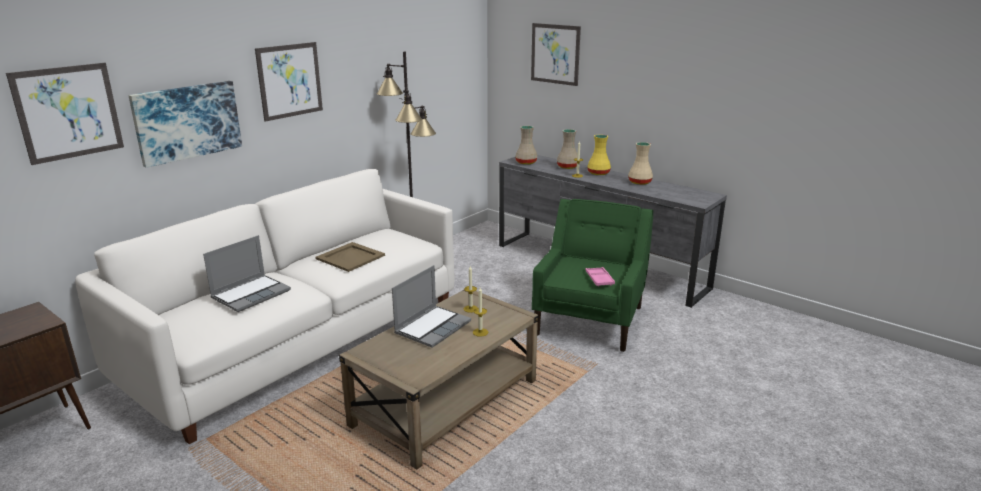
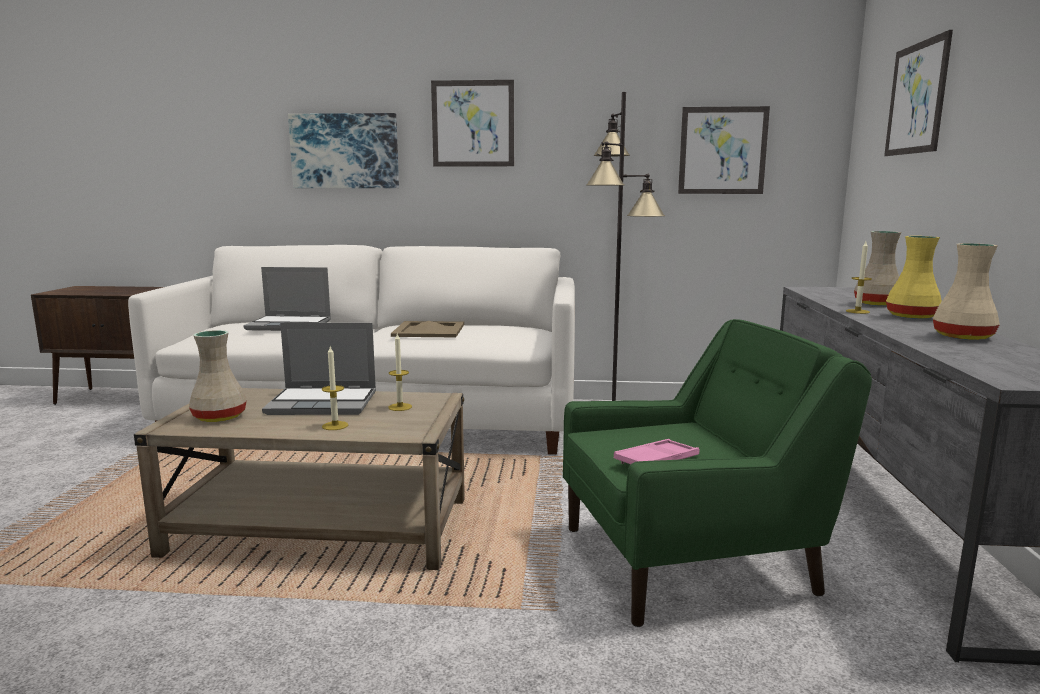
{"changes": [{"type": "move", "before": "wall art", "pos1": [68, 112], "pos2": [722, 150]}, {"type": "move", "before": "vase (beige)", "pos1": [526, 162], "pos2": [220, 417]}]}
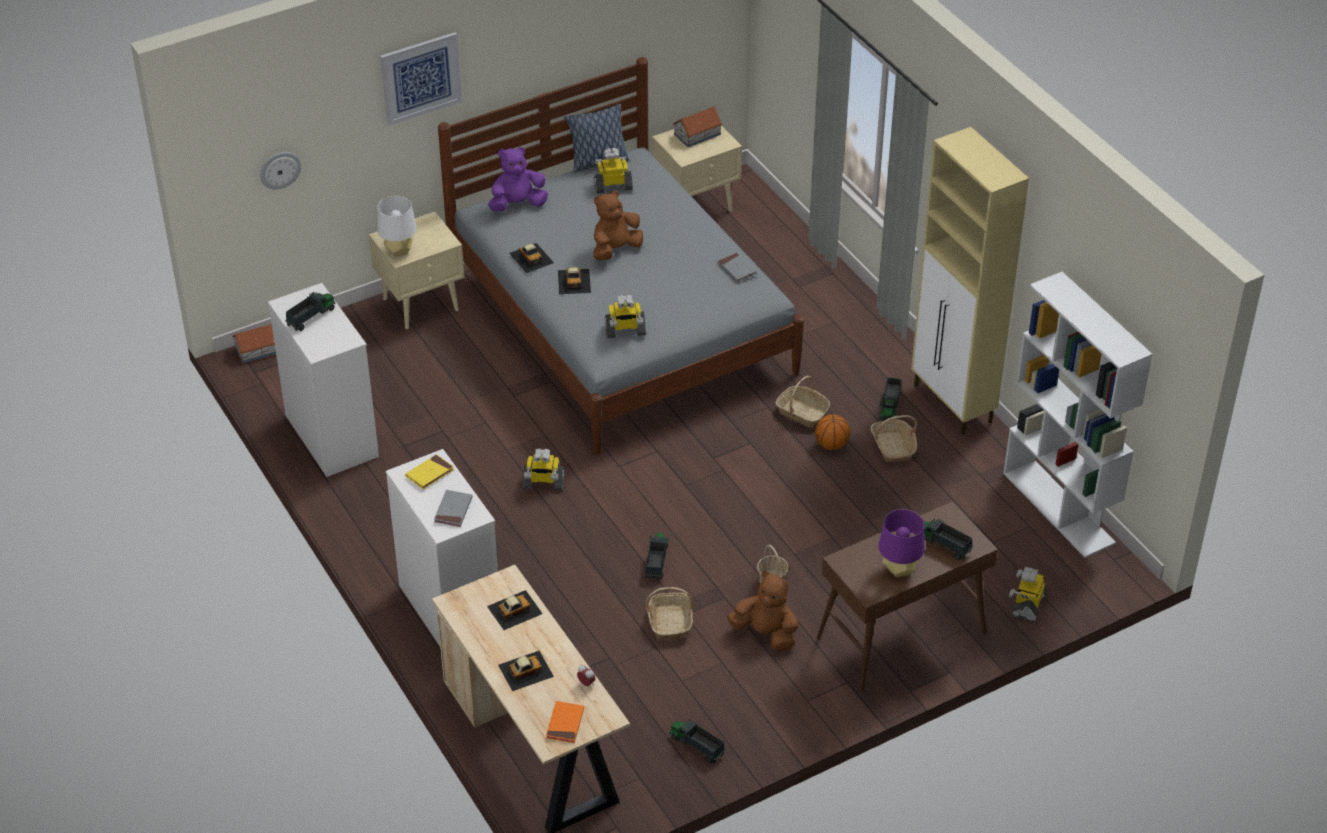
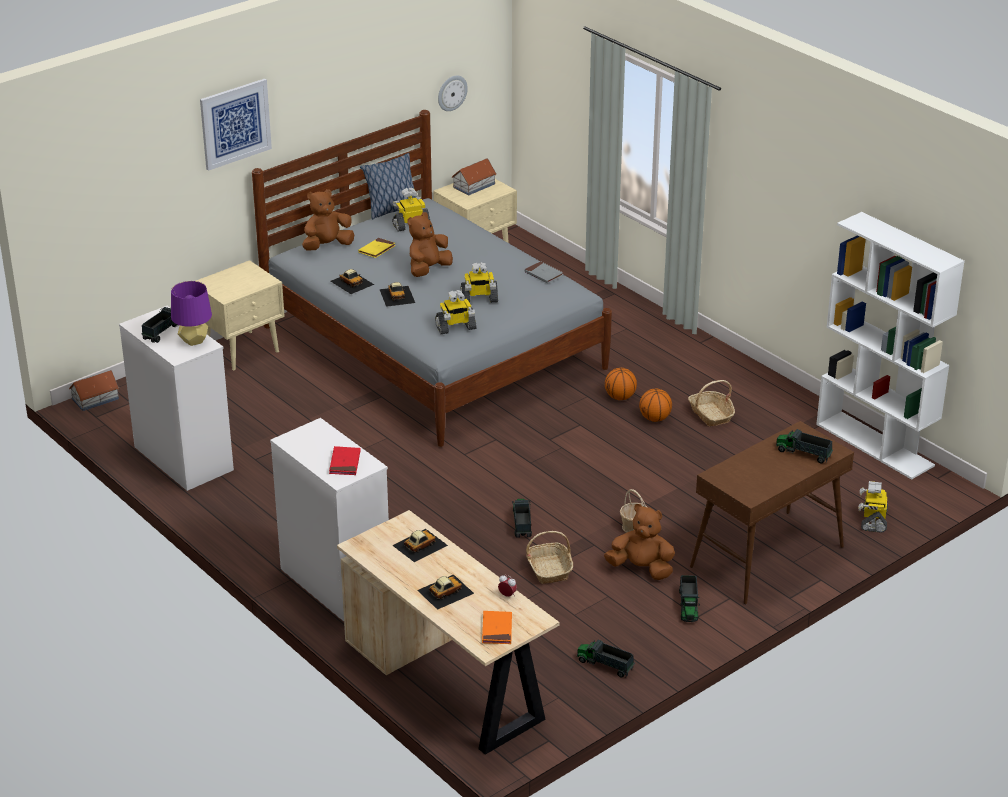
{"changes": [{"type": "delete", "before": "table lamp (whitish)", "pos1": [399, 250]}, {"type": "delete", "before": "cupboard (beige)", "pos1": [953, 404]}, {"type": "move", "before": "hanging clock", "pos1": [280, 169], "pos2": [451, 93]}, {"type": "move", "before": "book (yellowish)", "pos1": [429, 473], "pos2": [377, 249]}, {"type": "move", "before": "toy robot", "pos1": [543, 483], "pos2": [479, 299]}, {"type": "move", "before": "toy truck", "pos1": [890, 406], "pos2": [688, 606]}, {"type": "move", "before": "table lamp (purplish)", "pos1": [899, 570], "pos2": [193, 341]}, {"type": "replace", "before": "household basket", "after": "basketball", "pos1": [802, 412], "pos2": [620, 397]}, {"type": "recolor", "before": "book (greyish)", "after": "book (red-coloured)", "pos1": [453, 510], "pos2": [345, 463]}, {"type": "recolor", "before": "plush toy (purplish)", "after": "plush toy (brownish)", "pos1": [517, 204], "pos2": [327, 246]}]}
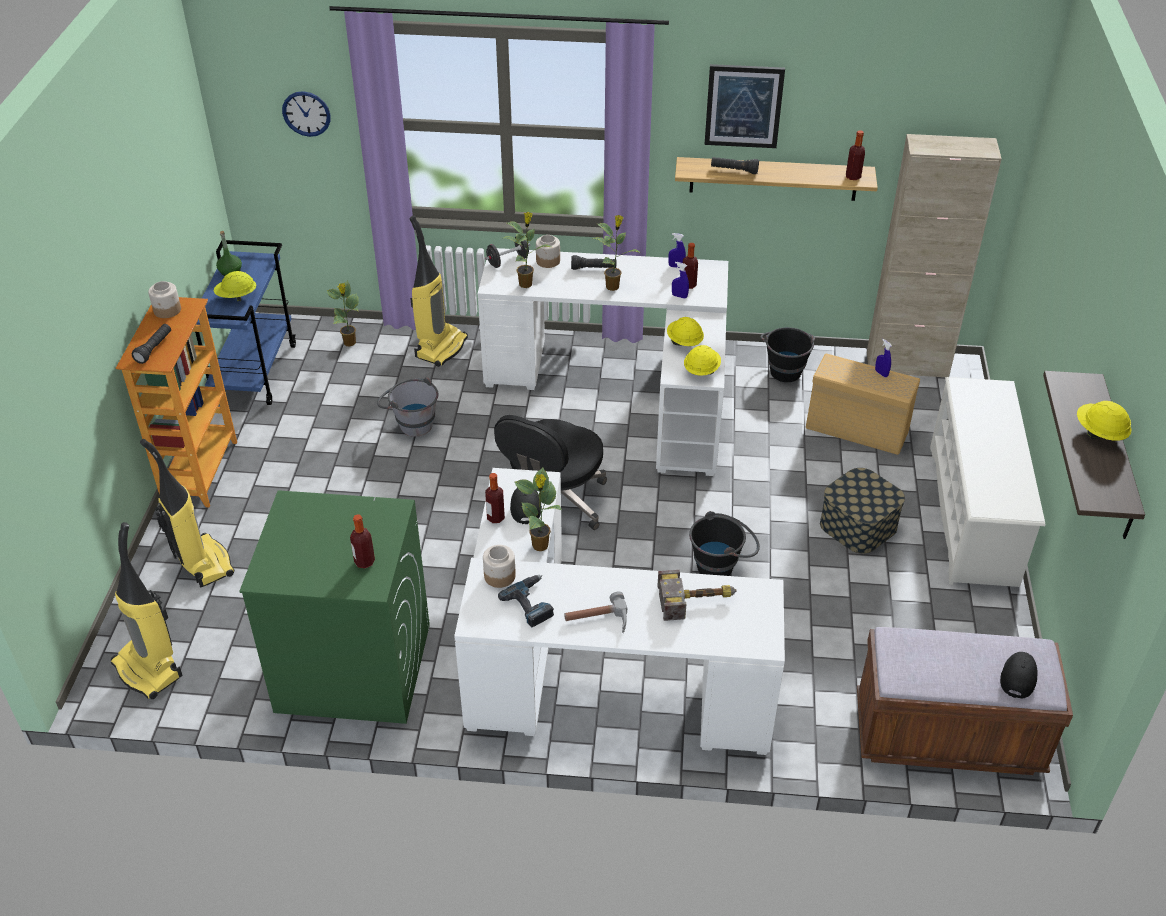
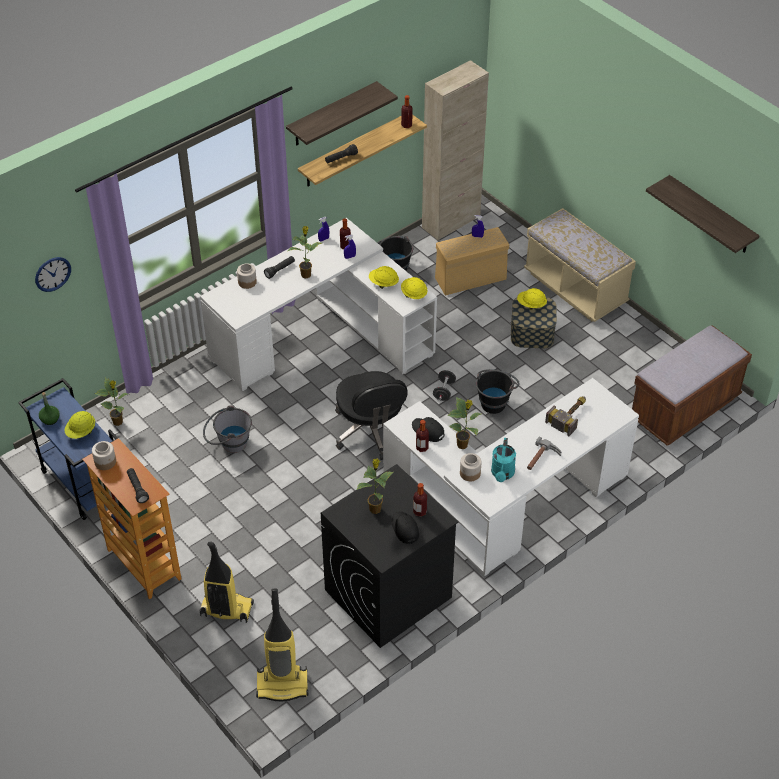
{"changes": [{"type": "delete", "before": "vacuum cleaner", "pos1": [440, 347]}, {"type": "move", "before": "free weight (black)", "pos1": [508, 261], "pos2": [444, 391]}, {"type": "move", "before": "houseplant", "pos1": [526, 283], "pos2": [375, 508]}, {"type": "move", "before": "peaked cap (black)", "pos1": [1018, 677], "pos2": [405, 529]}, {"type": "move", "before": "hard hat (yellowish)", "pos1": [1099, 433], "pos2": [531, 305]}, {"type": "replace", "before": "power drill", "after": "watering can (turquoise)", "pos1": [532, 603], "pos2": [502, 474]}, {"type": "replace", "before": "wall art", "after": "bracket shelf", "pos1": [743, 106], "pos2": [332, 115]}, {"type": "replace", "before": "shoe shelf (whitish)", "after": "indoor bench (beige)", "pos1": [973, 514], "pos2": [575, 288]}, {"type": "recolor", "before": "laundry appliance (greenish)", "after": "laundry appliance (black)", "pos1": [352, 667], "pos2": [387, 594]}]}
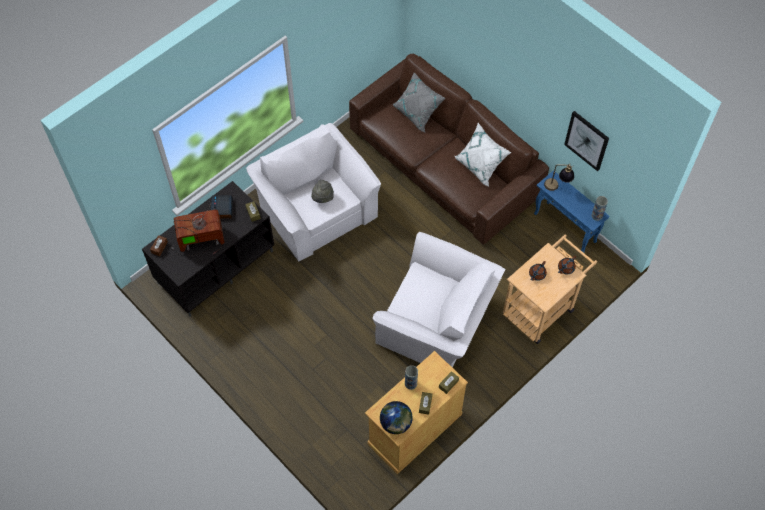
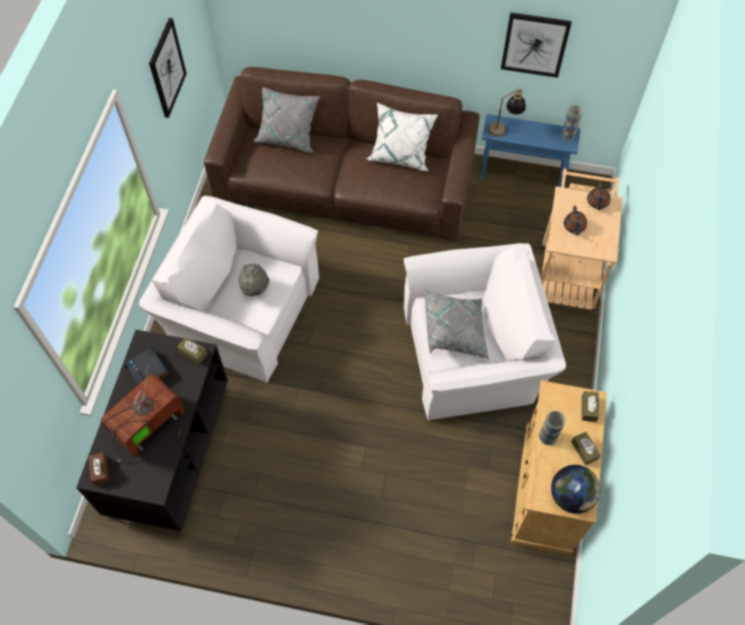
{"changes": [{"type": "insert", "after": "wall art", "pos2": [167, 68]}, {"type": "insert", "after": "throw pillow (greyish)", "pos2": [455, 332]}]}
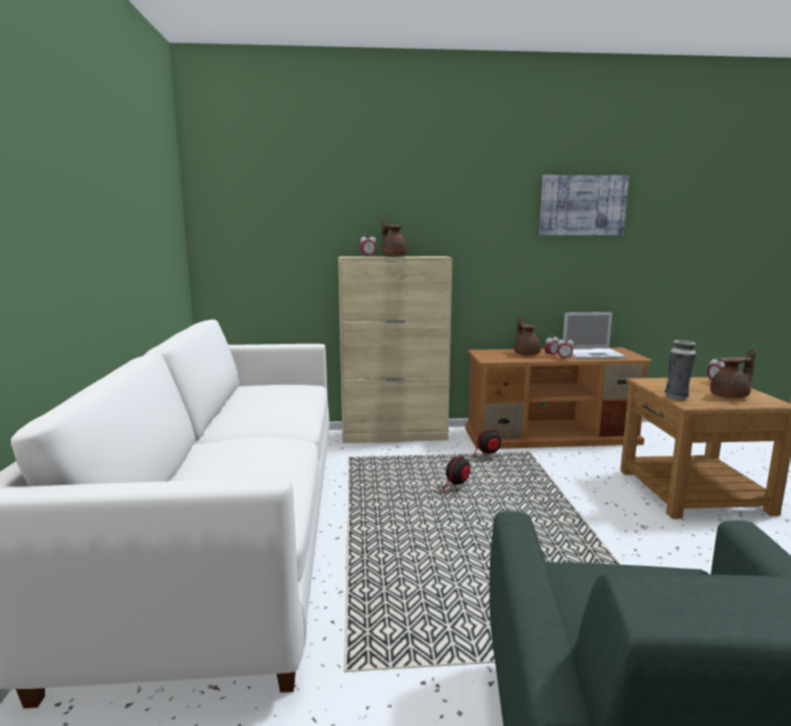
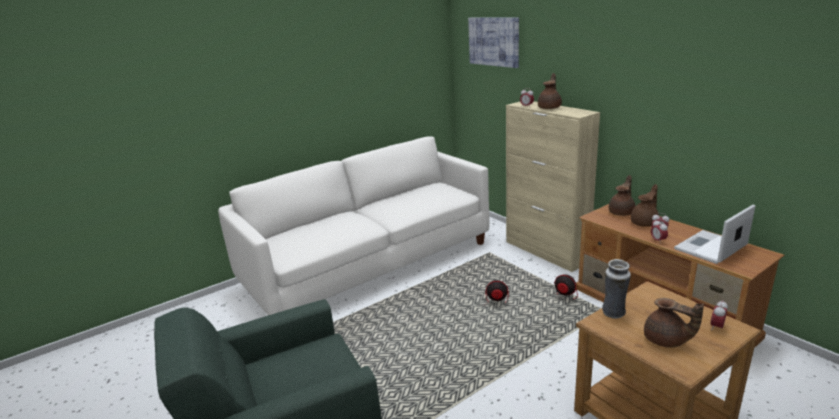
{"changes": [{"type": "insert", "after": "pot for tea (brownish)", "pos2": [622, 212]}, {"type": "move", "before": "wall art", "pos1": [582, 205], "pos2": [494, 41]}, {"type": "rotate", "before": "portable computer", "pos1": [594, 354], "pos2": [710, 248], "turn": 90}]}
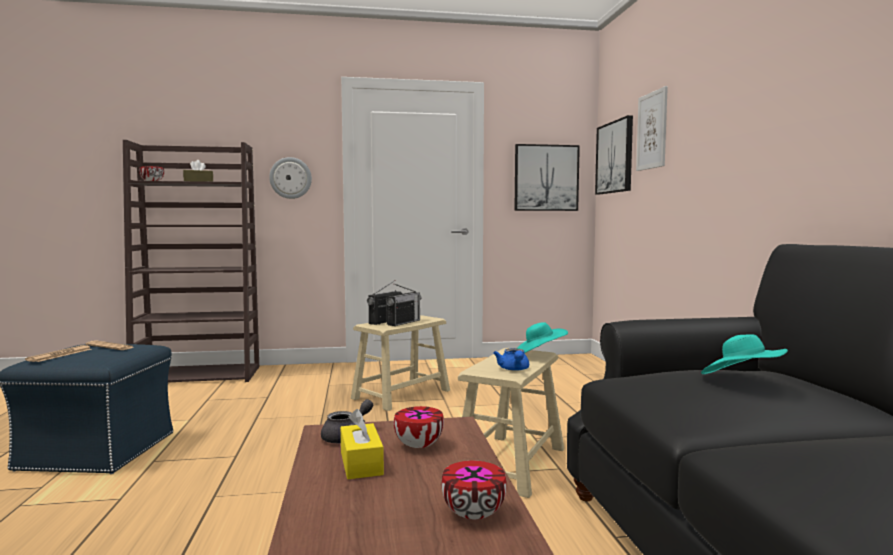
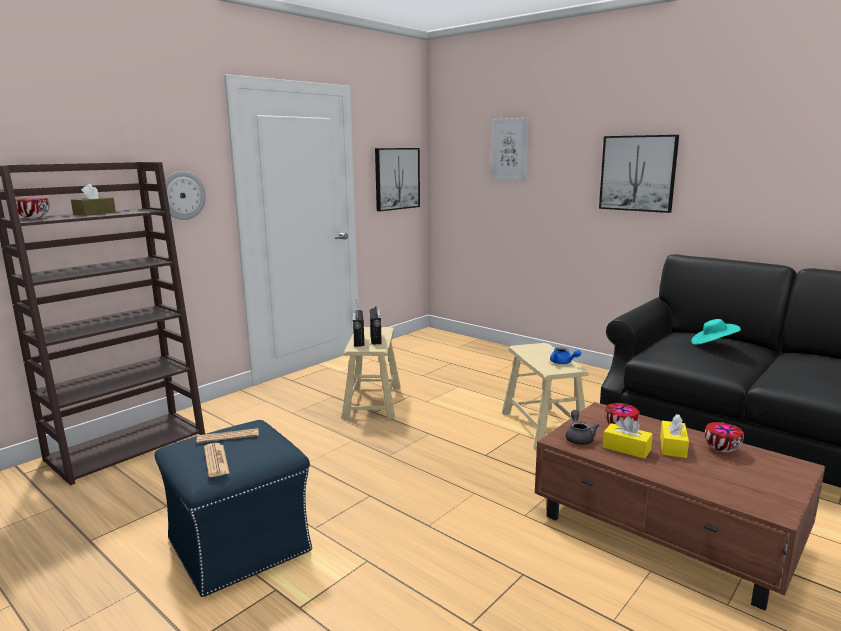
{"changes": [{"type": "delete", "before": "wearable hat (turquoise)", "pos1": [539, 355]}, {"type": "insert", "after": "tissue holder (yellowish)", "pos2": [673, 447]}, {"type": "move", "before": "wall art", "pos1": [615, 157], "pos2": [638, 173]}]}
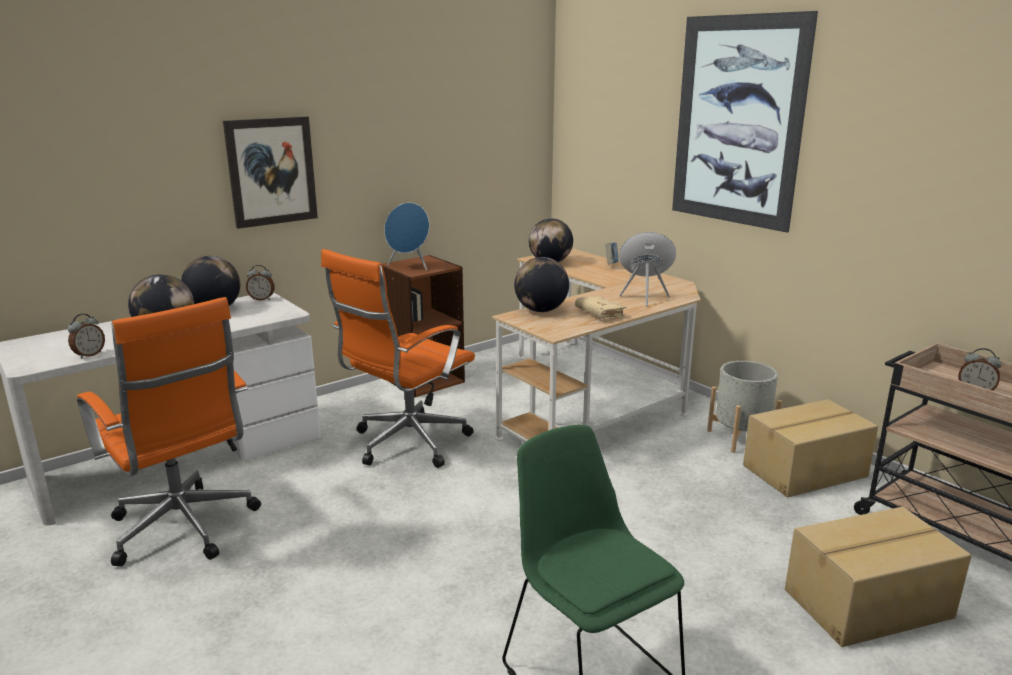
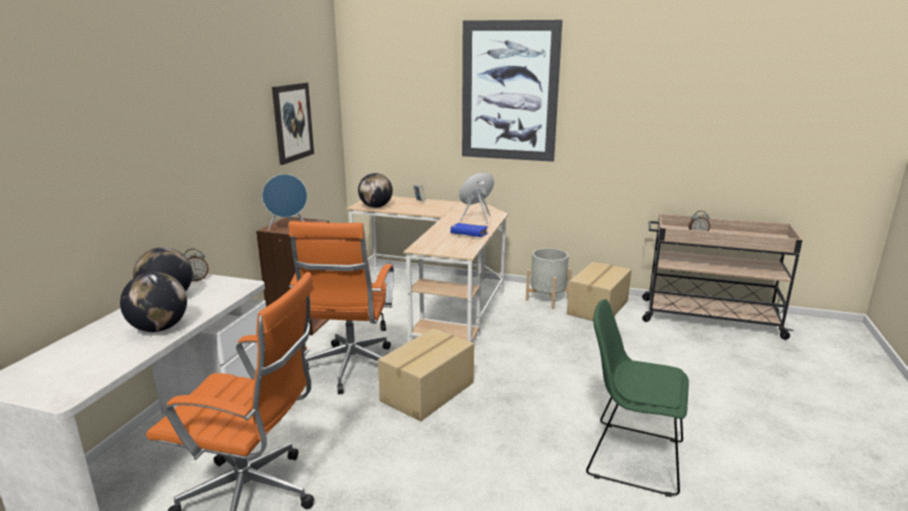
{"changes": [{"type": "delete", "before": "bedside clock", "pos1": [89, 355]}, {"type": "delete", "before": "globe", "pos1": [541, 310]}, {"type": "move", "before": "wall art", "pos1": [271, 171], "pos2": [292, 122]}, {"type": "move", "before": "cardboard box", "pos1": [869, 605], "pos2": [429, 392]}, {"type": "recolor", "before": "book (beige)", "after": "book (blue-coloured)", "pos1": [599, 314], "pos2": [469, 235]}]}
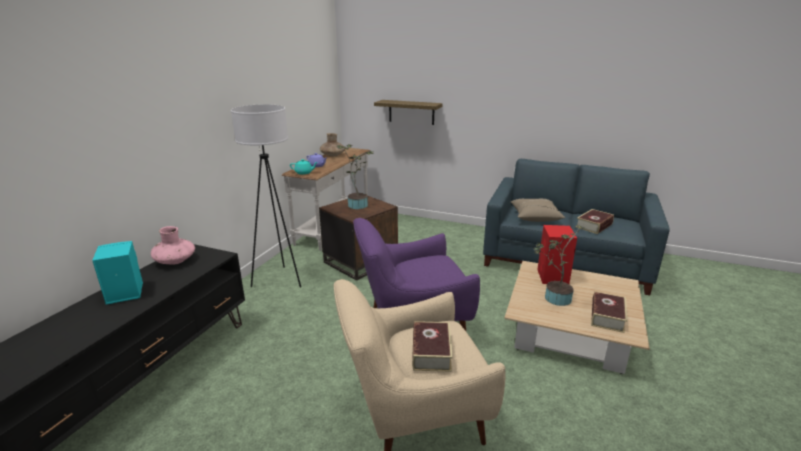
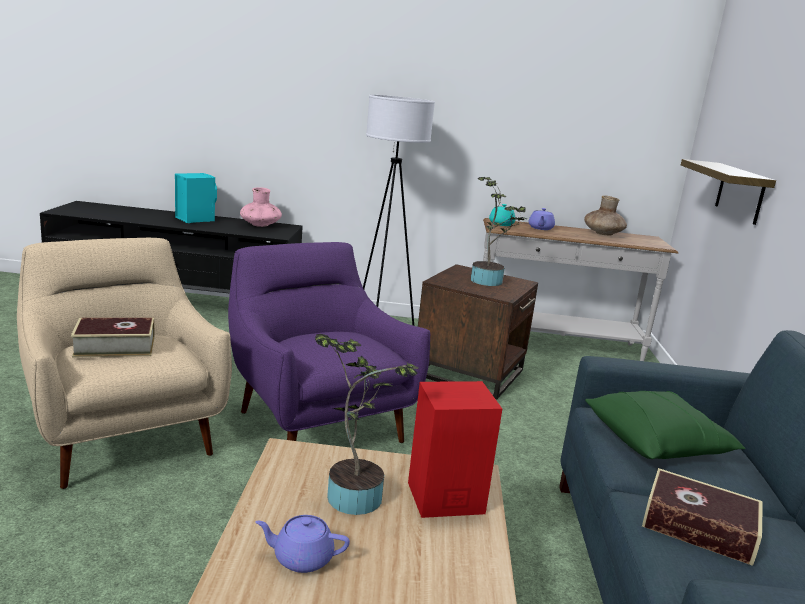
{"changes": [{"type": "replace", "before": "book", "after": "pot for tea (purplish)", "pos1": [607, 317], "pos2": [301, 558]}, {"type": "recolor", "before": "throw pillow (beige)", "after": "throw pillow (greenish)", "pos1": [535, 217], "pos2": [656, 442]}]}
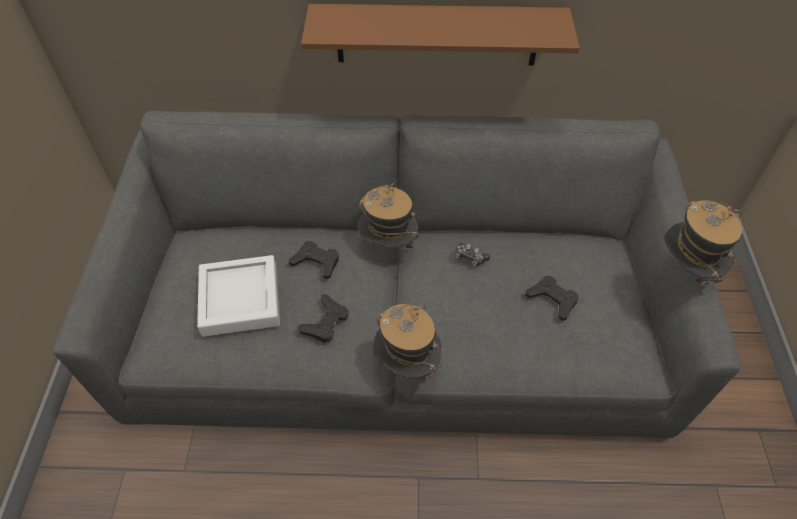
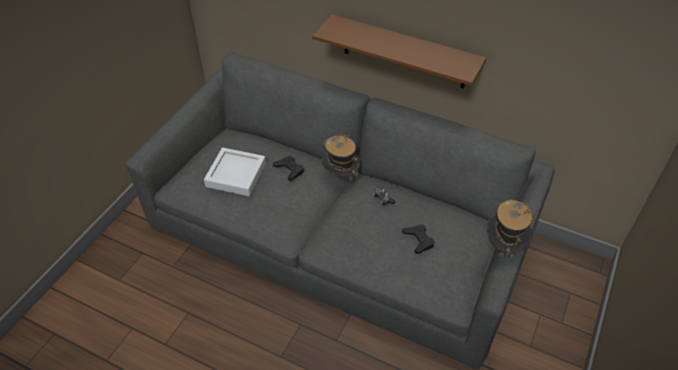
{"changes": [{"type": "delete", "before": "gamepad (black)", "pos1": [325, 322]}, {"type": "delete", "before": "wearable hat", "pos1": [406, 365]}]}
